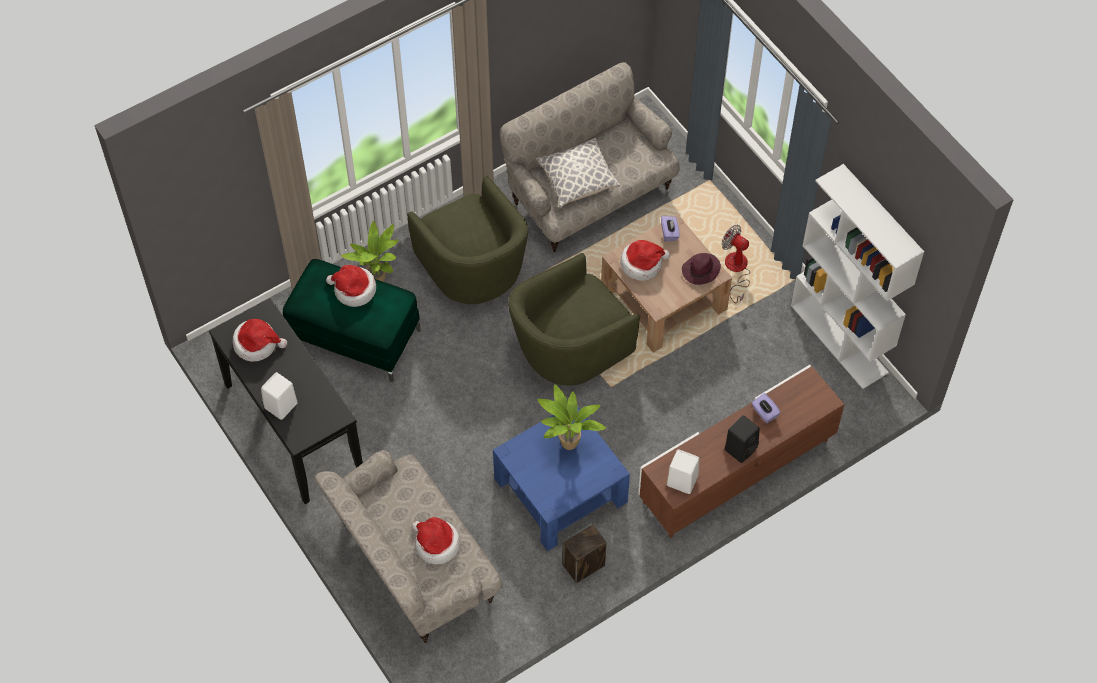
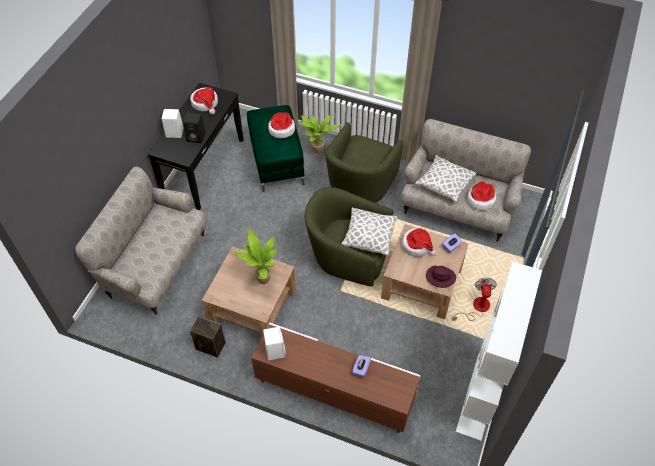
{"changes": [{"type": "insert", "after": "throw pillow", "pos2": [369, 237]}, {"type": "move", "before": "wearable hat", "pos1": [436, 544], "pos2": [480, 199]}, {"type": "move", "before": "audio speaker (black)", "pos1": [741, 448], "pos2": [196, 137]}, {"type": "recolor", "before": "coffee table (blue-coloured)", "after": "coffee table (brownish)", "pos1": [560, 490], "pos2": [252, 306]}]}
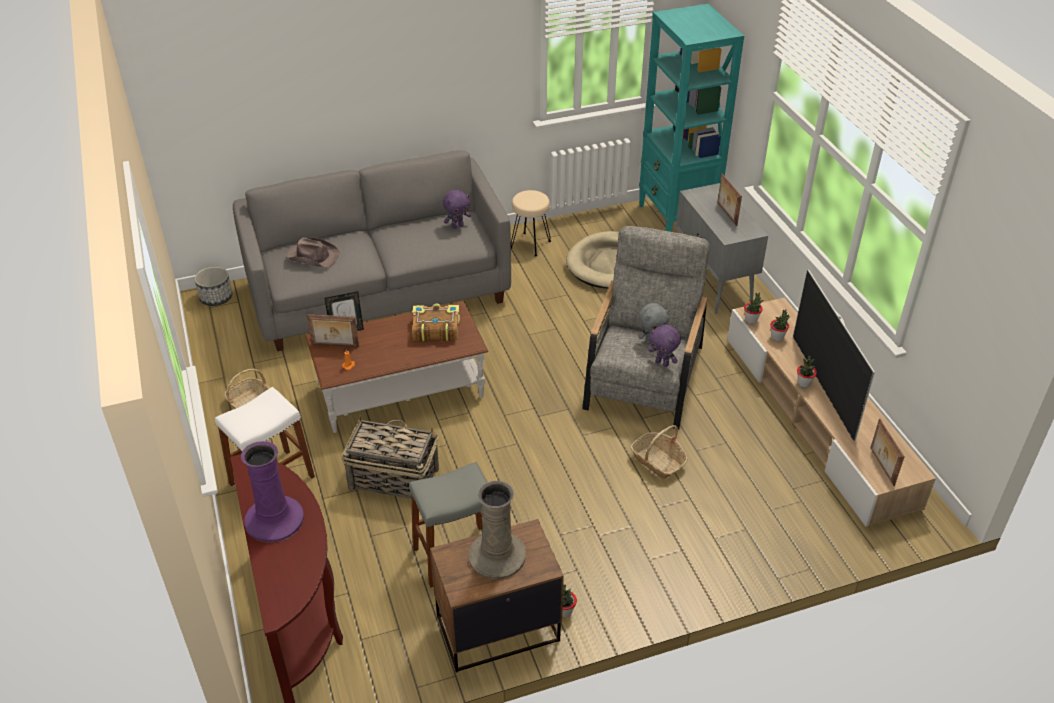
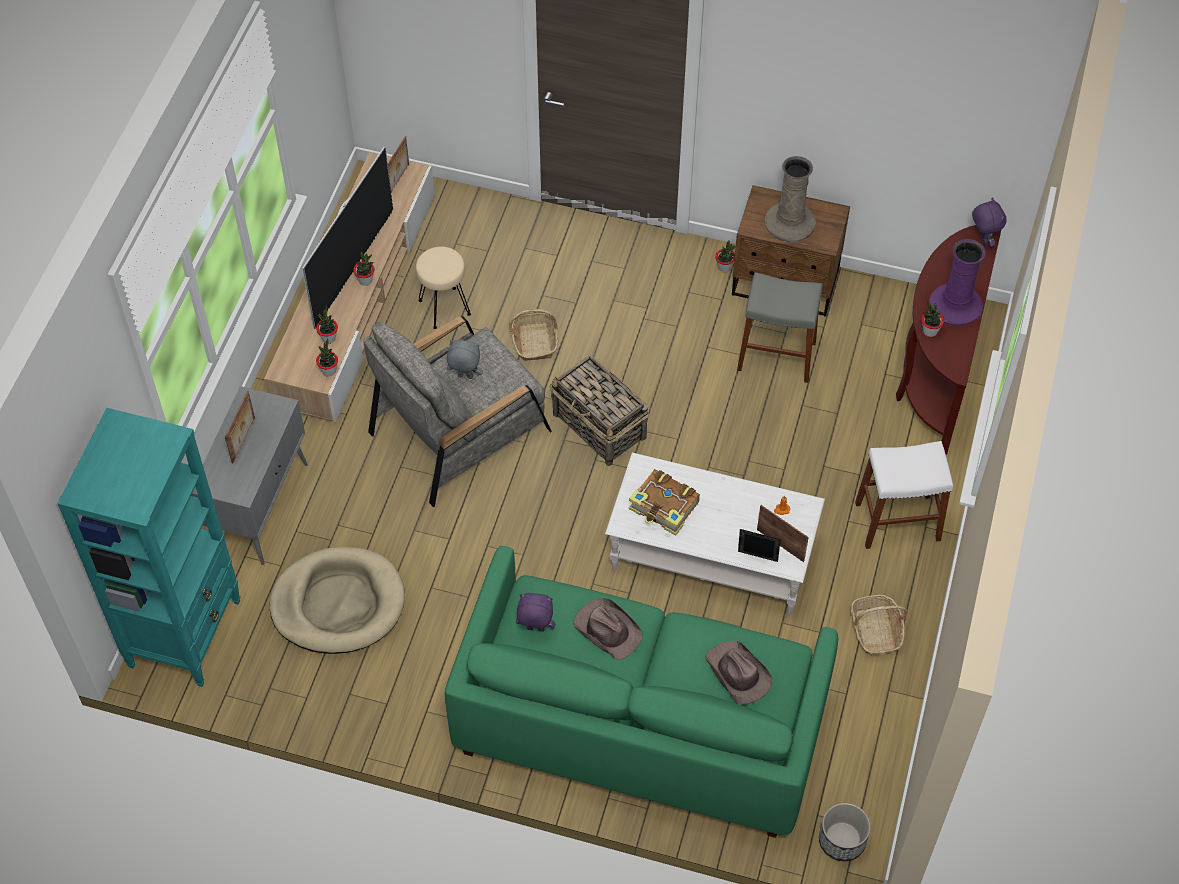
{"changes": [{"type": "insert", "after": "wearable hat (brownish)", "pos2": [607, 629]}, {"type": "insert", "after": "houseplant", "pos2": [929, 331]}, {"type": "move", "before": "household basket", "pos1": [393, 478], "pos2": [600, 426]}, {"type": "move", "before": "stool (beige)", "pos1": [530, 244], "pos2": [443, 308]}, {"type": "move", "before": "plush toy (purplish)", "pos1": [662, 363], "pos2": [982, 240]}, {"type": "recolor", "before": "sofa (greyish)", "after": "sofa (greenish)", "pos1": [379, 292], "pos2": [639, 725]}, {"type": "recolor", "before": "coffee table (brownish)", "after": "coffee table (whitish)", "pos1": [401, 391], "pos2": [711, 556]}]}
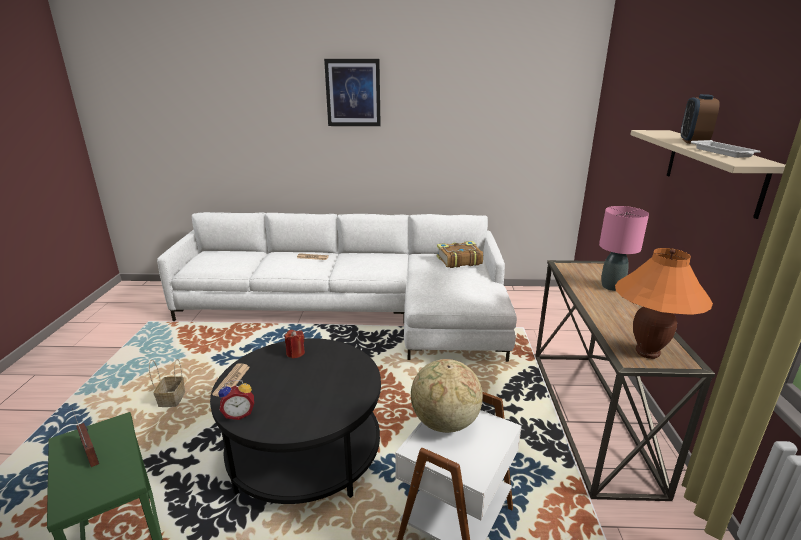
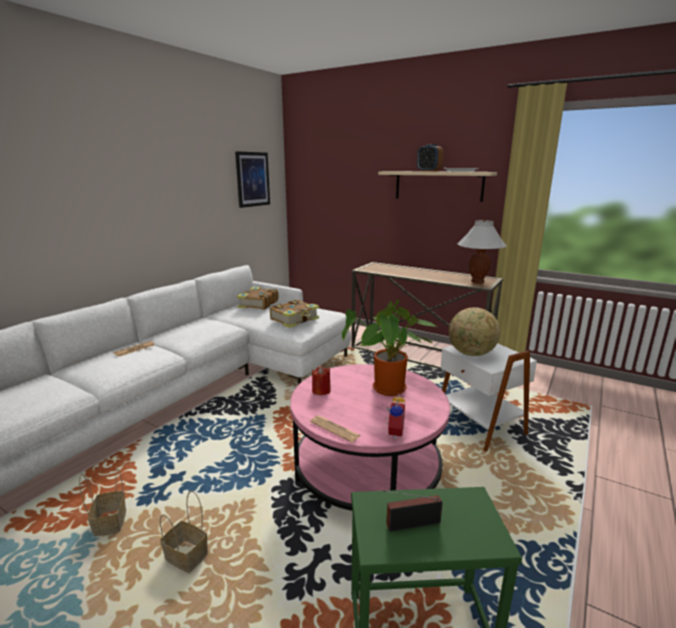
{"changes": [{"type": "delete", "before": "table lamp (pink-coloured)", "pos1": [612, 287]}, {"type": "insert", "after": "household basket", "pos2": [110, 523]}, {"type": "insert", "after": "book", "pos2": [295, 320]}, {"type": "insert", "after": "houseplant", "pos2": [389, 391]}, {"type": "move", "before": "wall art", "pos1": [353, 93], "pos2": [252, 179]}, {"type": "recolor", "before": "coffee table (black)", "after": "coffee table (pink-coloured)", "pos1": [305, 452], "pos2": [367, 470]}, {"type": "recolor", "before": "table lamp (orange)", "after": "table lamp (whitish)", "pos1": [647, 352], "pos2": [477, 281]}]}
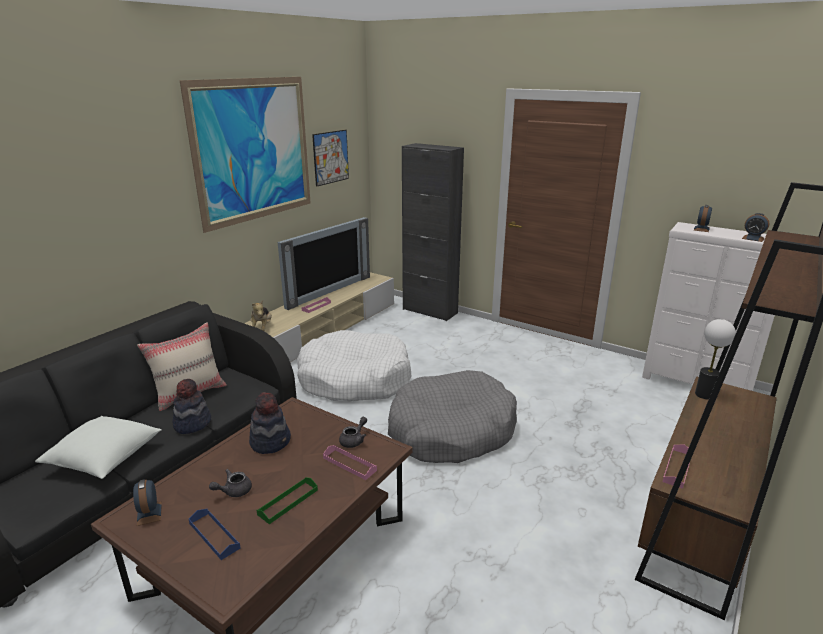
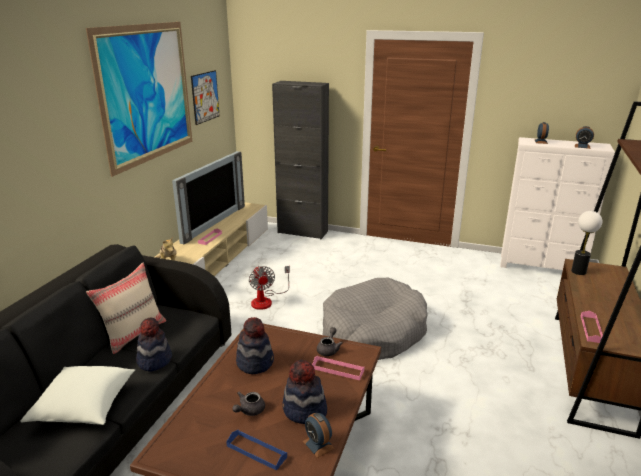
{"changes": [{"type": "move", "before": "bedside clock", "pos1": [149, 513], "pos2": [318, 444]}, {"type": "replace", "before": "tray (greenish)", "after": "wearable hat", "pos1": [288, 502], "pos2": [304, 410]}, {"type": "replace", "before": "dog cushion (whitish)", "after": "cooling fan", "pos1": [355, 379], "pos2": [266, 300]}]}
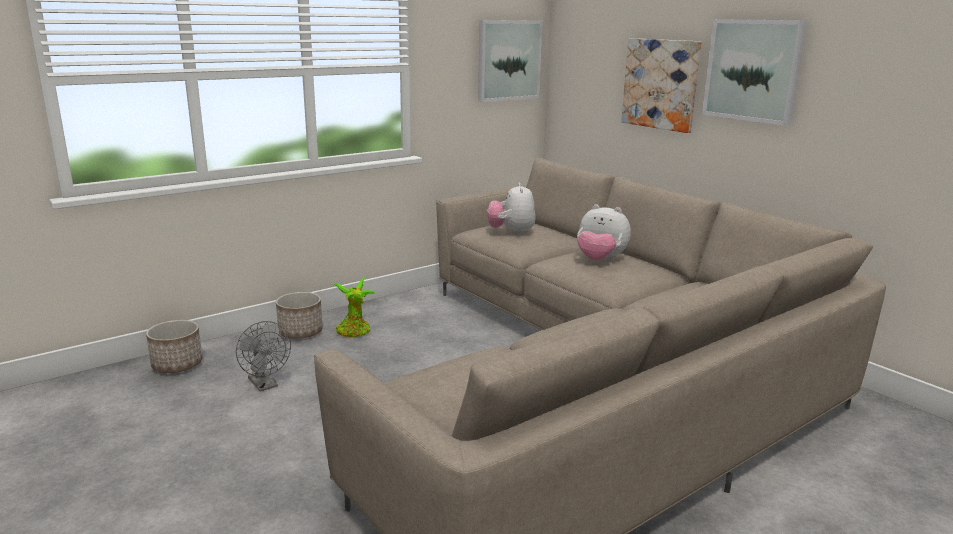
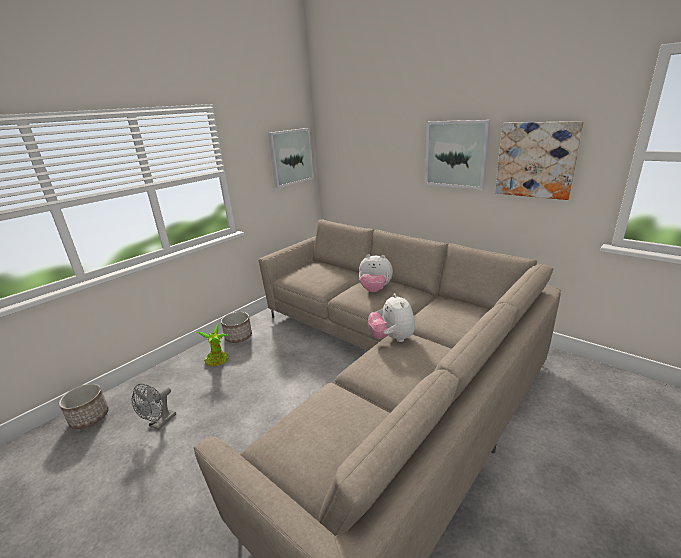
{"changes": [{"type": "move", "before": "planter", "pos1": [301, 332], "pos2": [239, 337]}, {"type": "move", "before": "plush toy", "pos1": [511, 232], "pos2": [392, 338]}, {"type": "move", "before": "wall art", "pos1": [661, 84], "pos2": [536, 160]}, {"type": "rotate", "before": "cooling fan (greyish)", "pos1": [265, 385], "pos2": [160, 423], "turn": 75}]}
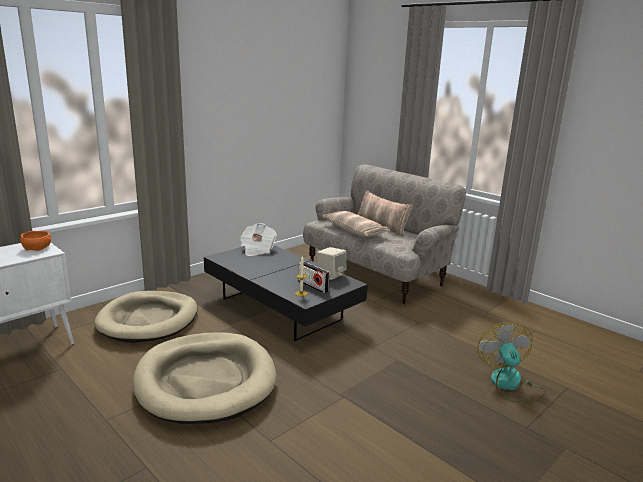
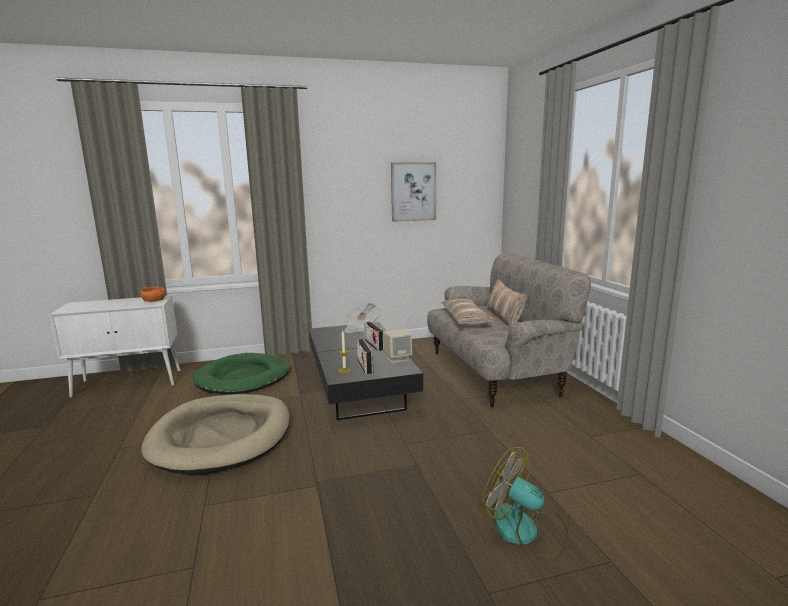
{"changes": [{"type": "insert", "after": "radio receiver", "pos2": [374, 345]}, {"type": "insert", "after": "wall art", "pos2": [413, 191]}, {"type": "recolor", "before": "dog cushion (beige)", "after": "dog cushion (greenish)", "pos1": [148, 320], "pos2": [244, 378]}, {"type": "rotate", "before": "cooling fan", "pos1": [510, 385], "pos2": [525, 531], "turn": -75}]}
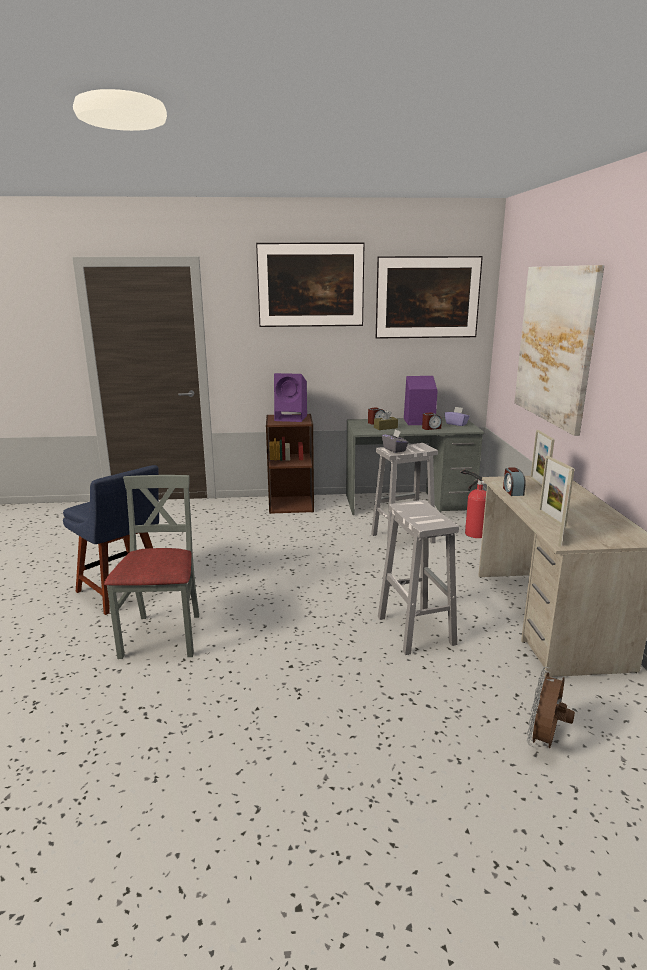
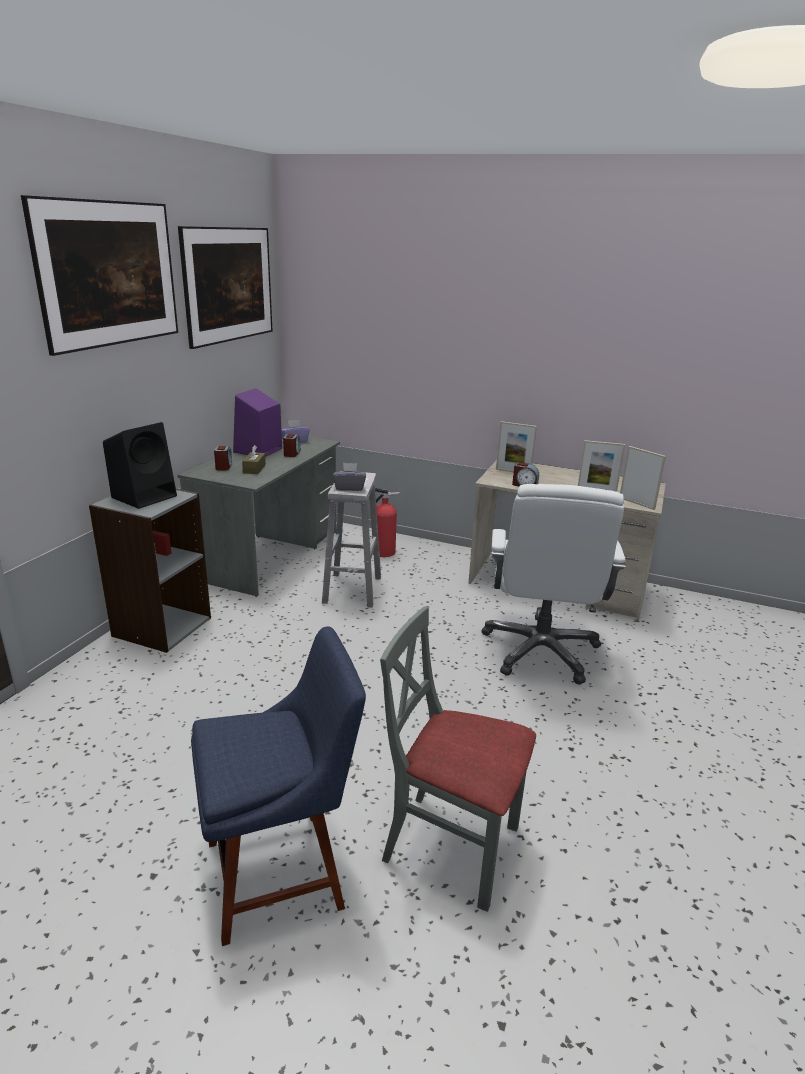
{"changes": [{"type": "delete", "before": "wall art", "pos1": [555, 345]}, {"type": "delete", "before": "cooling fan (brownish)", "pos1": [544, 741]}, {"type": "replace", "before": "stool (whitish)", "after": "desk chair (whitish)", "pos1": [415, 629], "pos2": [541, 650]}, {"type": "recolor", "before": "bookcase (brownish)", "after": "bookcase (greyish)", "pos1": [291, 504], "pos2": [161, 626]}, {"type": "recolor", "before": "audio speaker (purplish)", "after": "audio speaker (black)", "pos1": [292, 418], "pos2": [145, 496]}]}
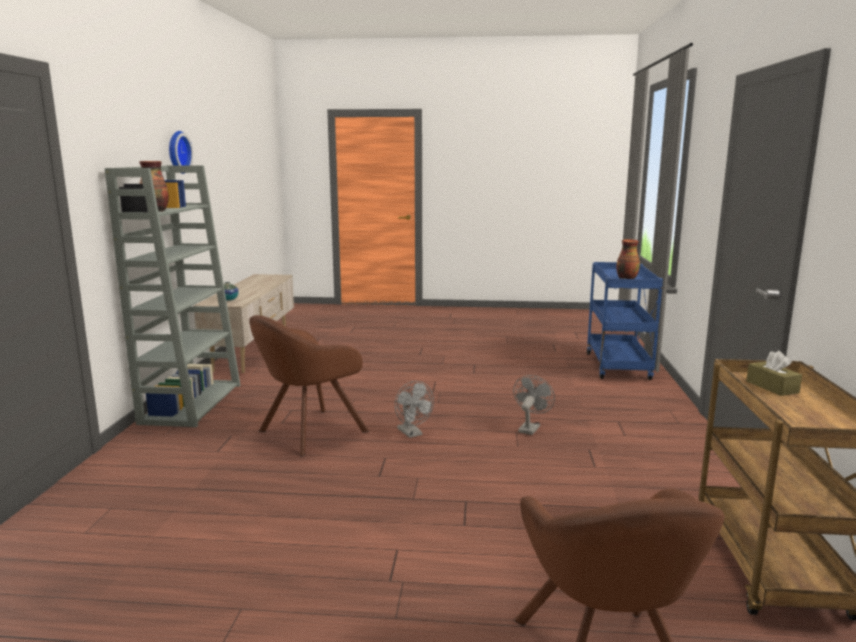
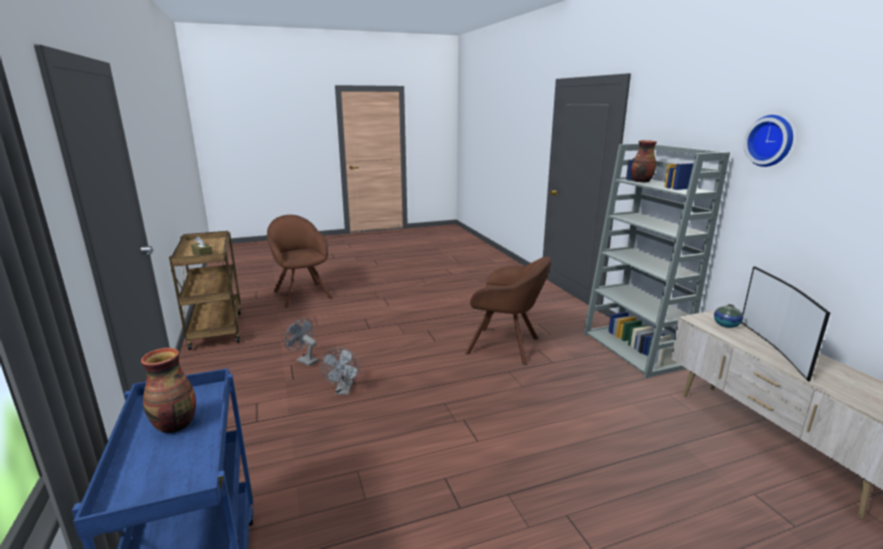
{"changes": [{"type": "insert", "after": "TV", "pos2": [776, 348]}, {"type": "move", "before": "cooling fan (greyish)", "pos1": [412, 433], "pos2": [304, 360]}, {"type": "rotate", "before": "armchair (brownish)", "pos1": [308, 433], "pos2": [507, 346], "turn": 90}]}
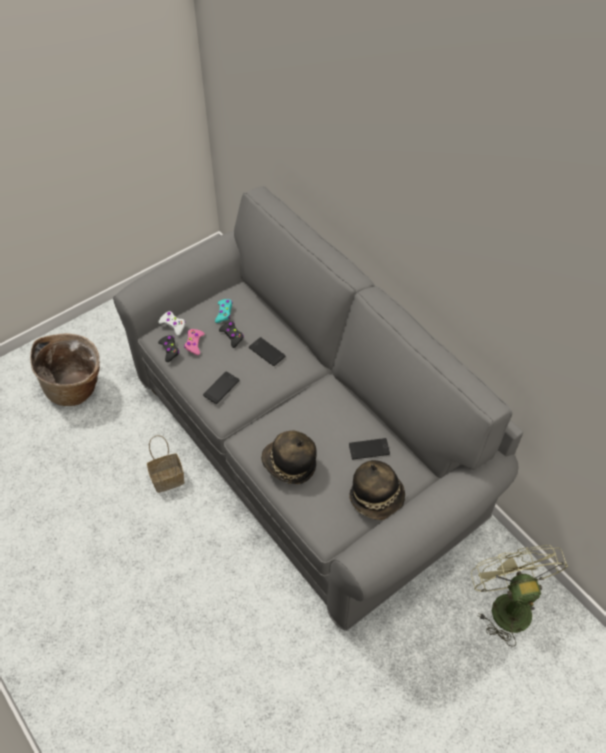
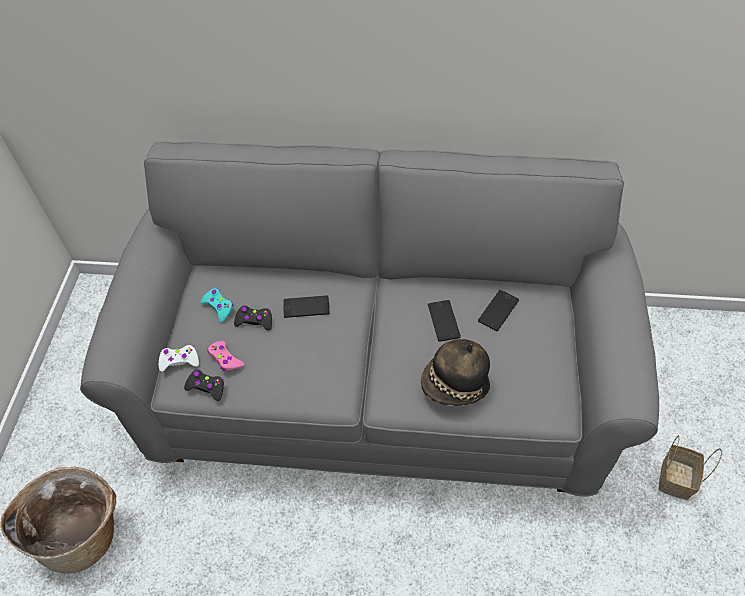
{"changes": [{"type": "delete", "before": "wearable hat", "pos1": [377, 498]}, {"type": "delete", "before": "cooling fan (greenish)", "pos1": [506, 604]}, {"type": "move", "before": "household basket", "pos1": [168, 478], "pos2": [675, 477]}, {"type": "move", "before": "telephone", "pos1": [221, 388], "pos2": [443, 321]}]}
